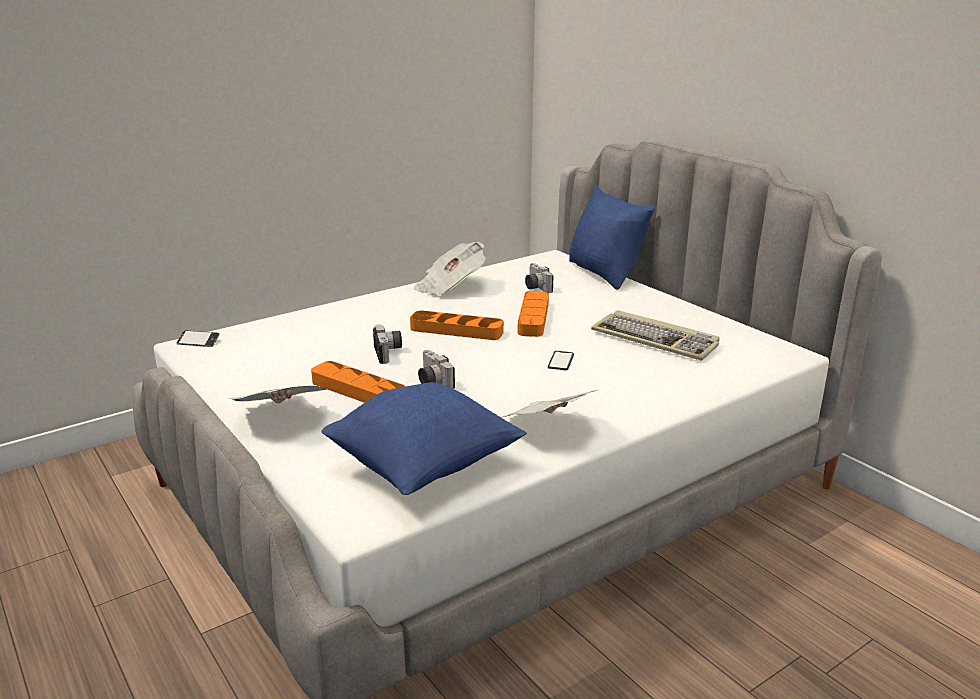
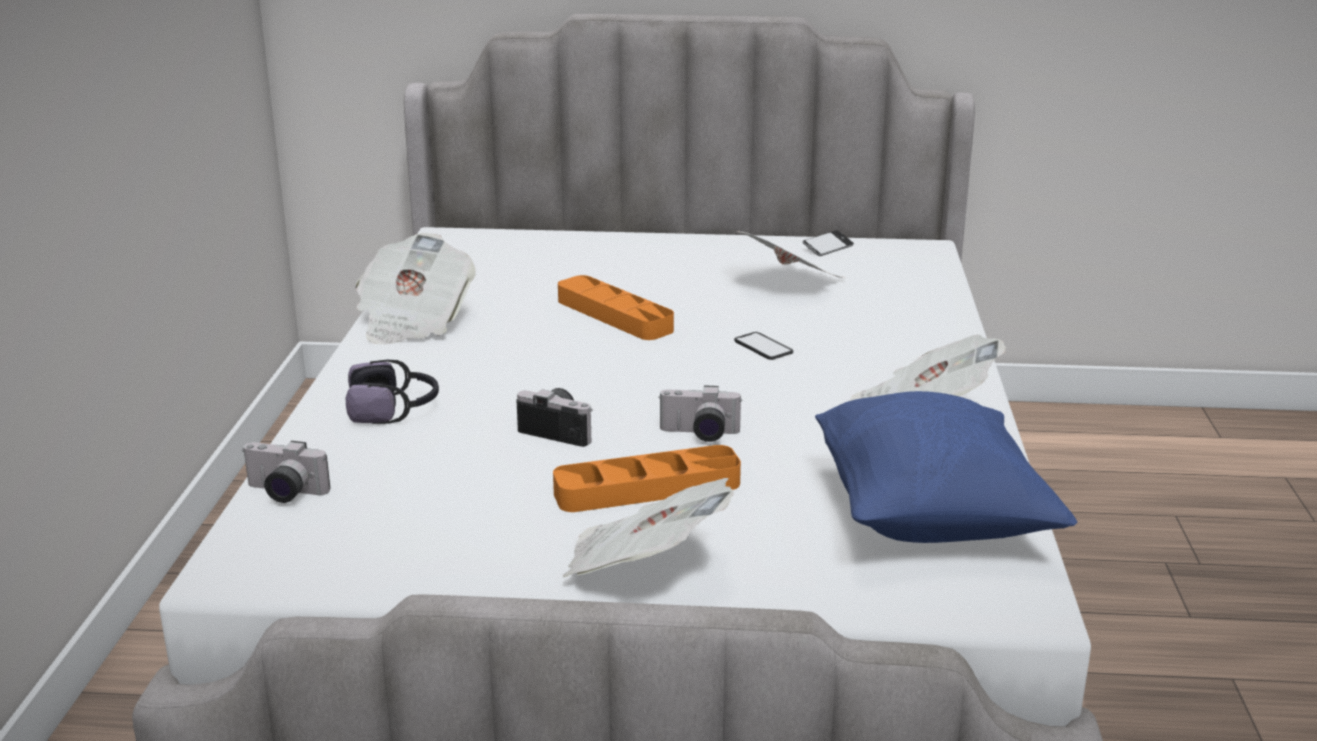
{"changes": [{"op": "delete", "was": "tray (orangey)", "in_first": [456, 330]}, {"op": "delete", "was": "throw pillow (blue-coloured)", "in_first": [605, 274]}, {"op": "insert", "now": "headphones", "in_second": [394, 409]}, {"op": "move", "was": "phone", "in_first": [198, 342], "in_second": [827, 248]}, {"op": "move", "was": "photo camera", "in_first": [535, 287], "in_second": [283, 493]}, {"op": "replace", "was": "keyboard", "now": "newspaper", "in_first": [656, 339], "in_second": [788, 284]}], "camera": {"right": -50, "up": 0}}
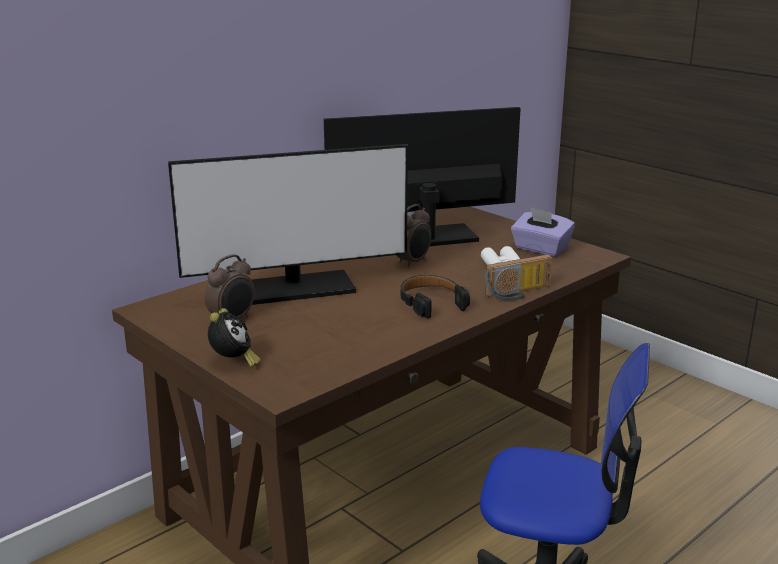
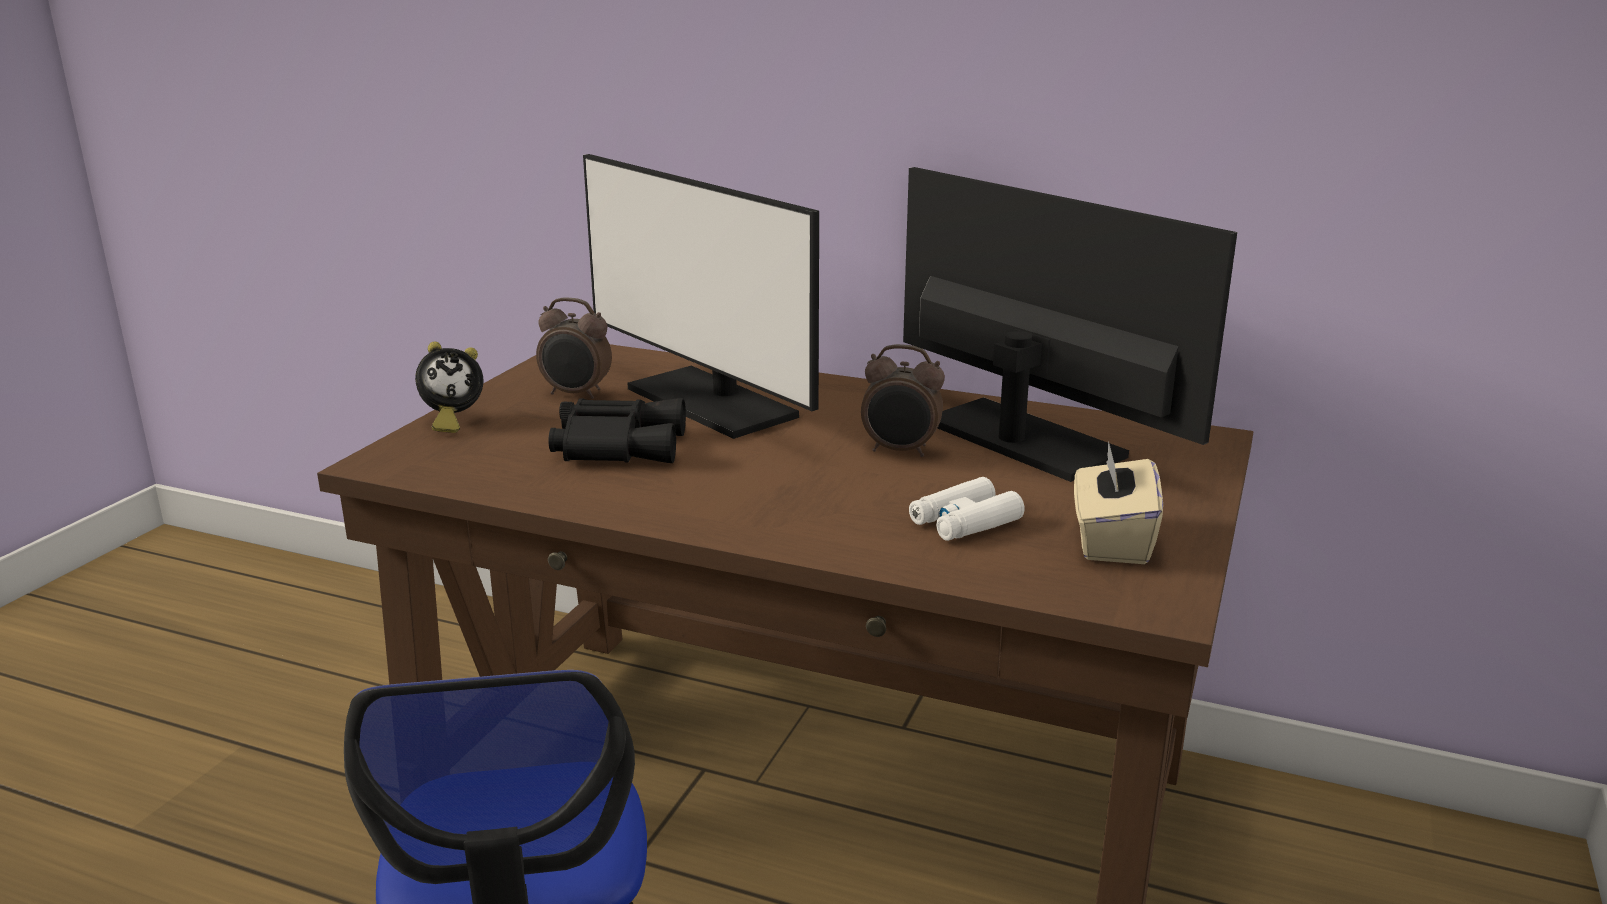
{"changes": [{"op": "delete", "was": "headphones (blackish)", "in_first": [431, 303]}, {"op": "delete", "was": "radio set", "in_first": [519, 293]}, {"op": "insert", "now": "field glasses (blackish)", "in_second": [617, 445]}, {"op": "recolor", "was": "tissue holder (purple)", "now": "tissue holder (beige-coloured)", "in_first": [540, 249], "in_second": [1111, 541]}], "camera": {"right": 65, "up": 0}}
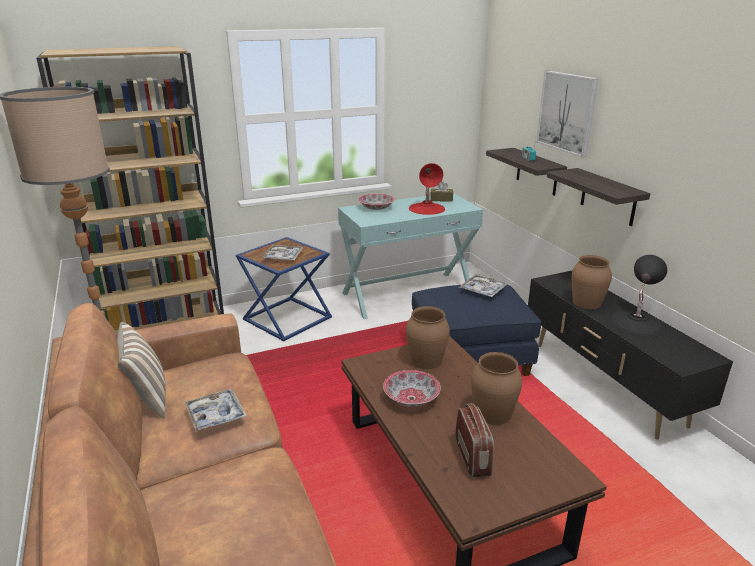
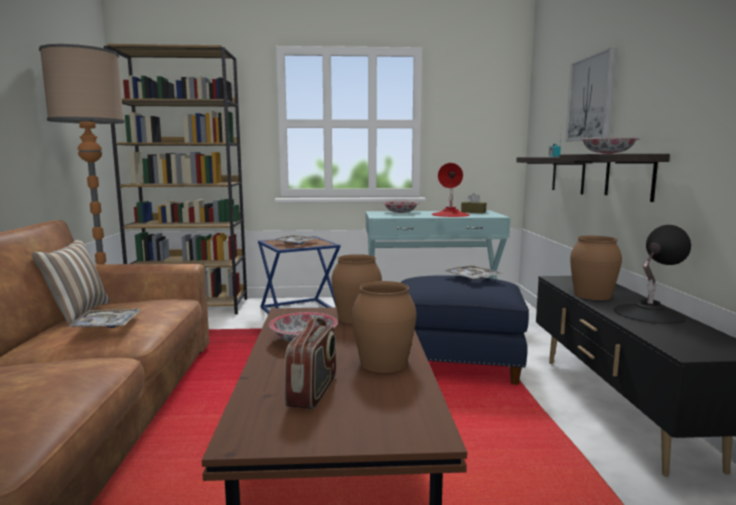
{"changes": [{"op": "insert", "now": "serving bowl", "in_second": [607, 153]}], "camera": {"right": 20, "up": -15}}
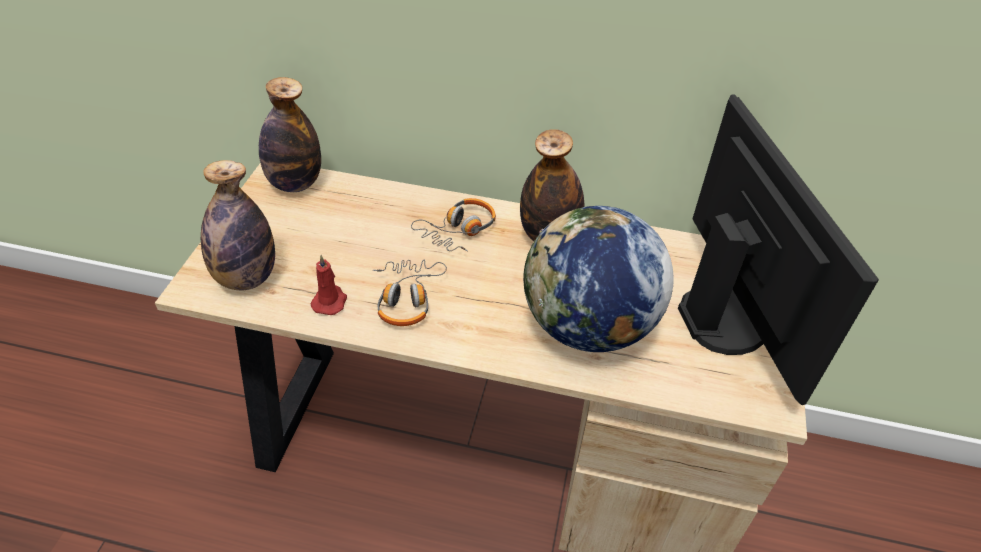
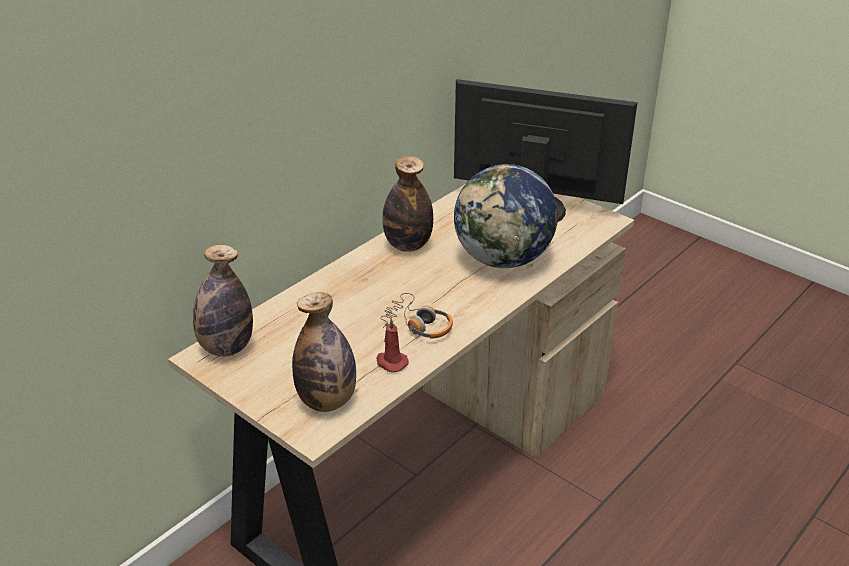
{"changes": [{"op": "delete", "was": "headphones", "in_first": [458, 230]}], "camera": {"right": -60, "up": -10}}
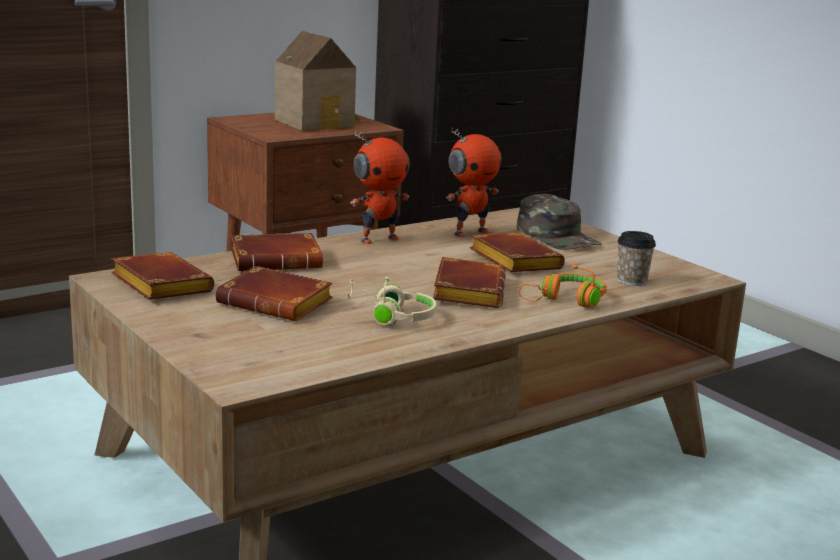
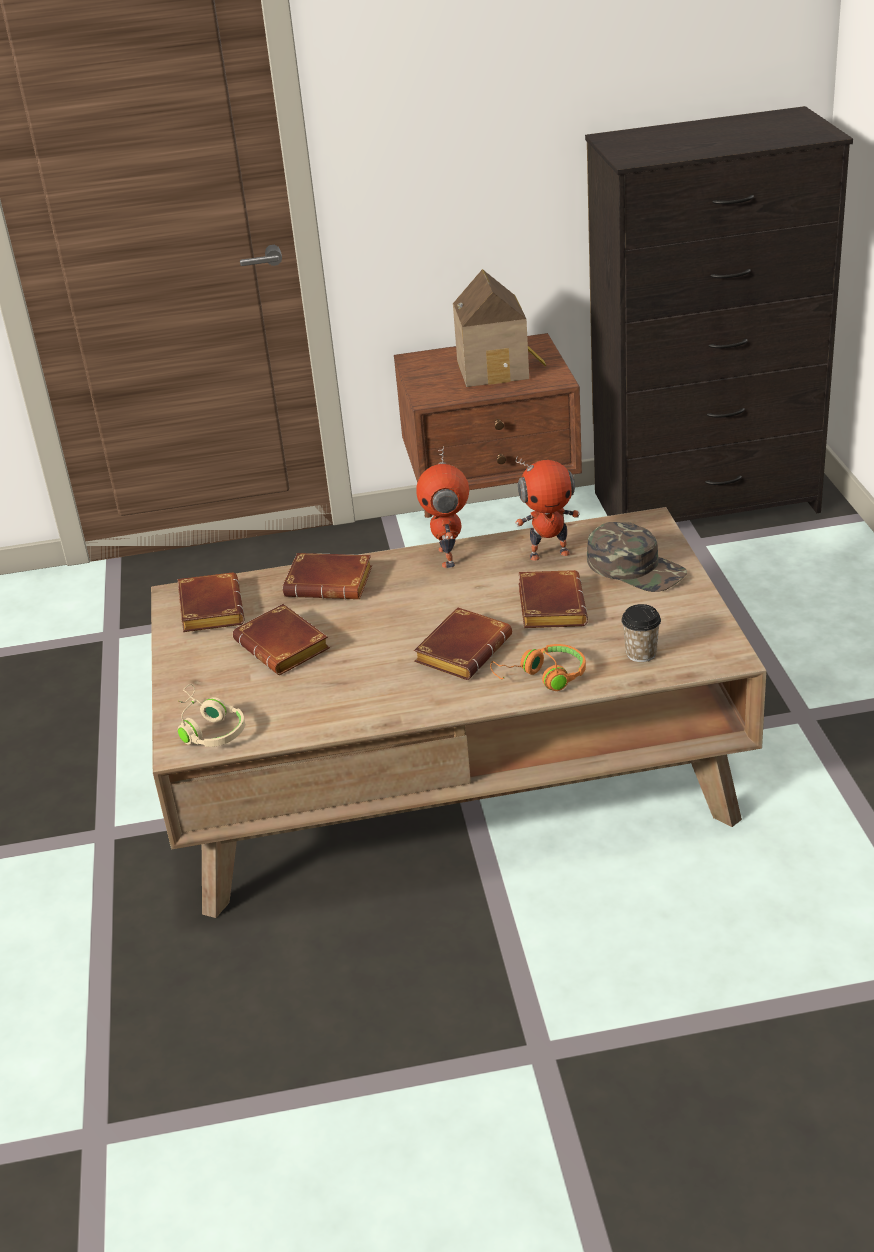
{"changes": [{"op": "move", "was": "headphones (beige-coloured)", "in_first": [390, 316], "in_second": [208, 729]}, {"op": "rotate", "was": "toy robot", "in_first": [378, 239], "in_second": [449, 557], "clockwise": 90}, {"op": "rotate", "was": "cap (greenish)", "in_first": [558, 236], "in_second": [636, 568], "clockwise": -45}], "camera": {"right": 30, "up": 15}}
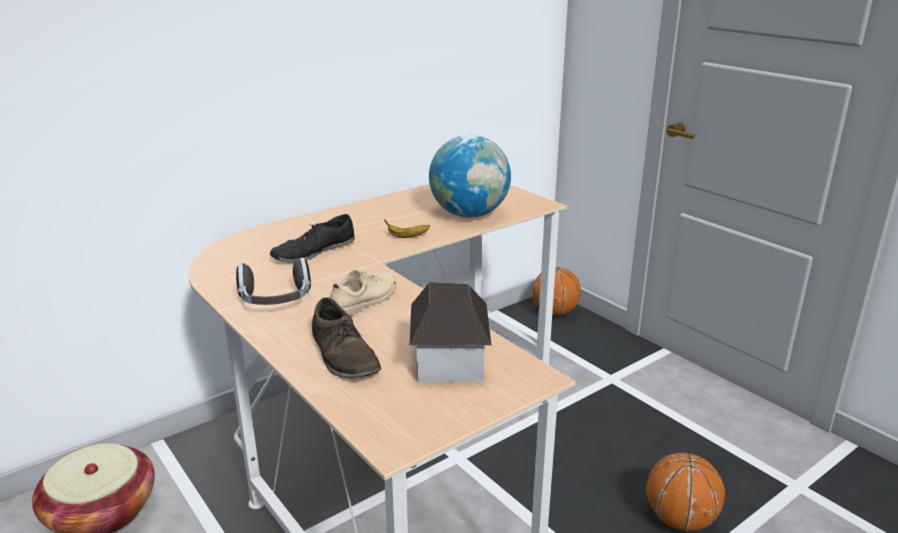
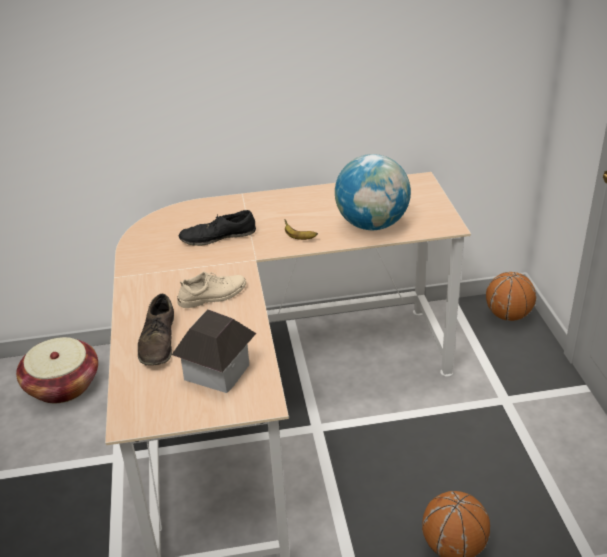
{"changes": [{"op": "delete", "was": "headphones", "in_first": [276, 302]}], "camera": {"right": 30, "up": 10}}
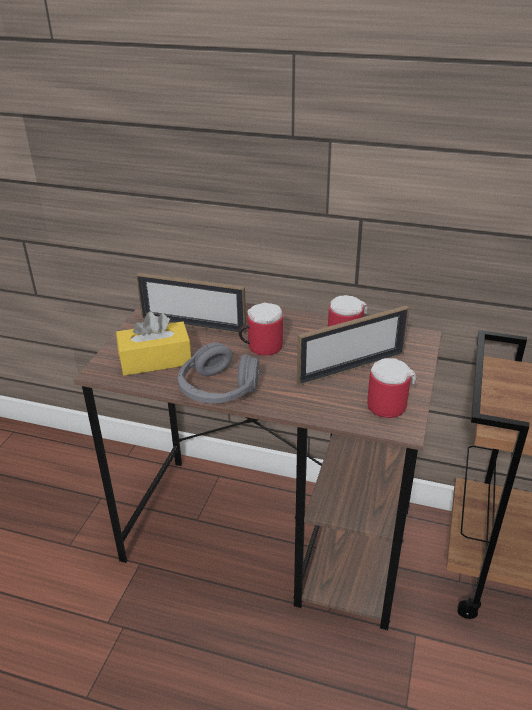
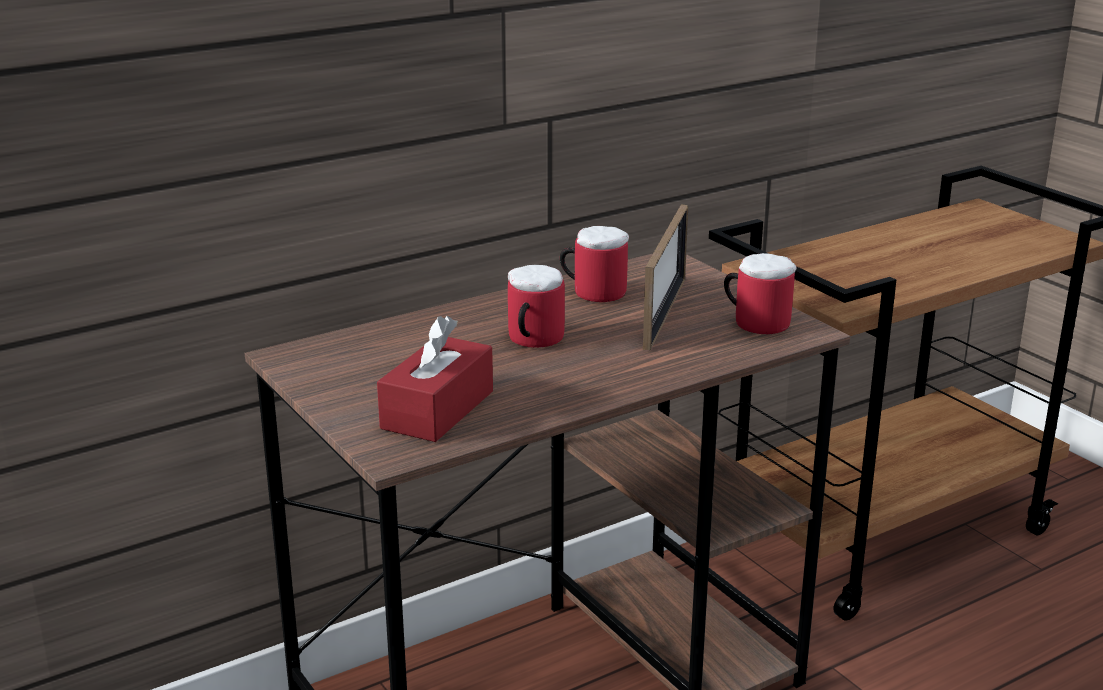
{"changes": [{"op": "delete", "was": "picture frame", "in_first": [193, 325]}, {"op": "delete", "was": "headphones (grey)", "in_first": [218, 389]}, {"op": "recolor", "was": "tissue holder (yellow)", "now": "tissue holder (reddish)", "in_first": [155, 360], "in_second": [437, 410]}], "camera": {"right": -50, "up": -10}}
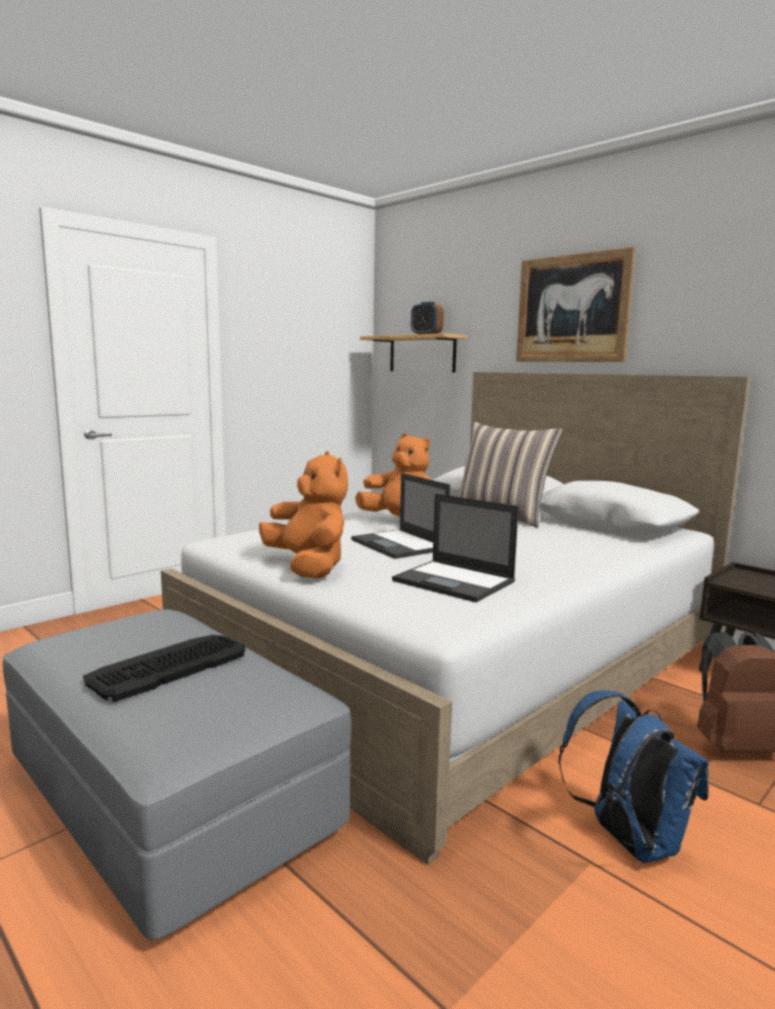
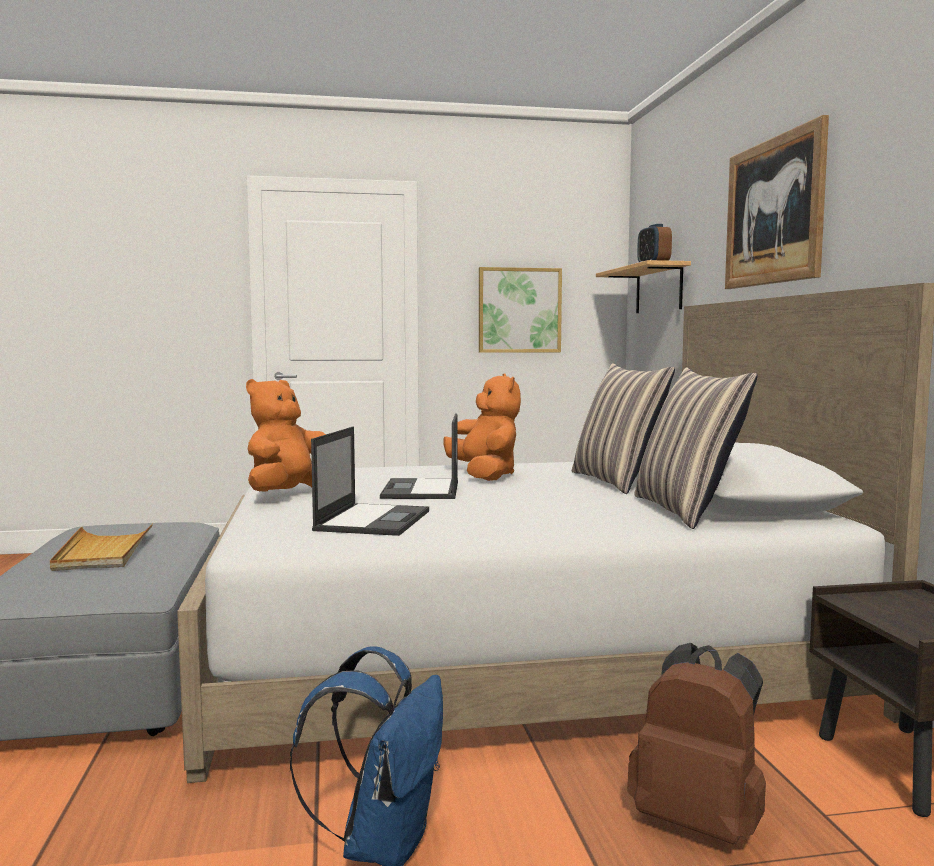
{"changes": [{"op": "insert", "now": "picture", "in_second": [519, 310]}, {"op": "insert", "now": "throw pillow", "in_second": [687, 511]}, {"op": "replace", "was": "keyboard", "now": "tray (beige-coloured)", "in_first": [167, 666], "in_second": [103, 552]}, {"op": "rotate", "was": "cuddly toy (orangey)", "in_first": [308, 567], "in_second": [289, 494], "clockwise": -150}, {"op": "rotate", "was": "portable computer", "in_first": [455, 581], "in_second": [373, 520], "clockwise": -150}], "camera": {"right": 35, "up": -5}}
